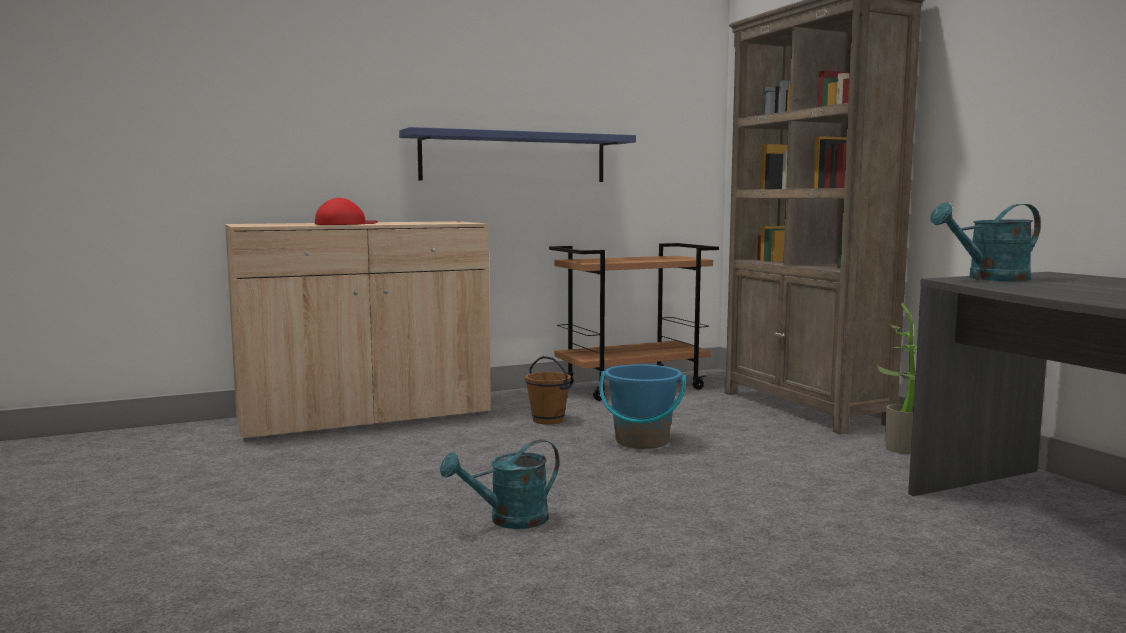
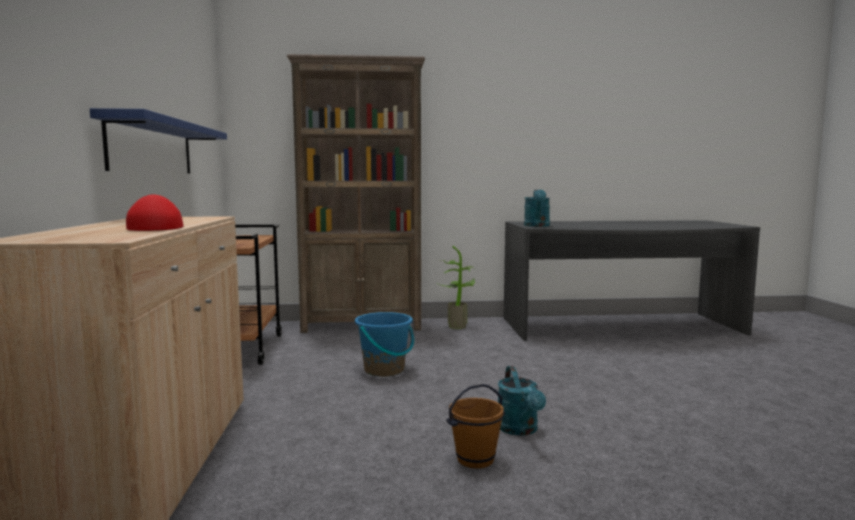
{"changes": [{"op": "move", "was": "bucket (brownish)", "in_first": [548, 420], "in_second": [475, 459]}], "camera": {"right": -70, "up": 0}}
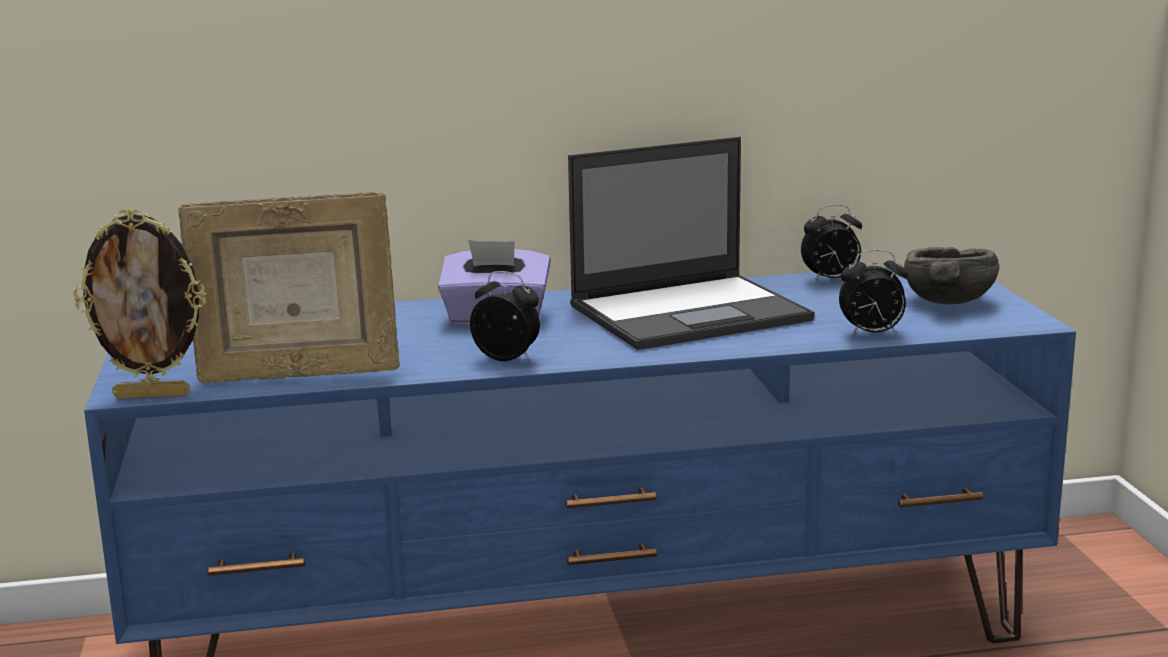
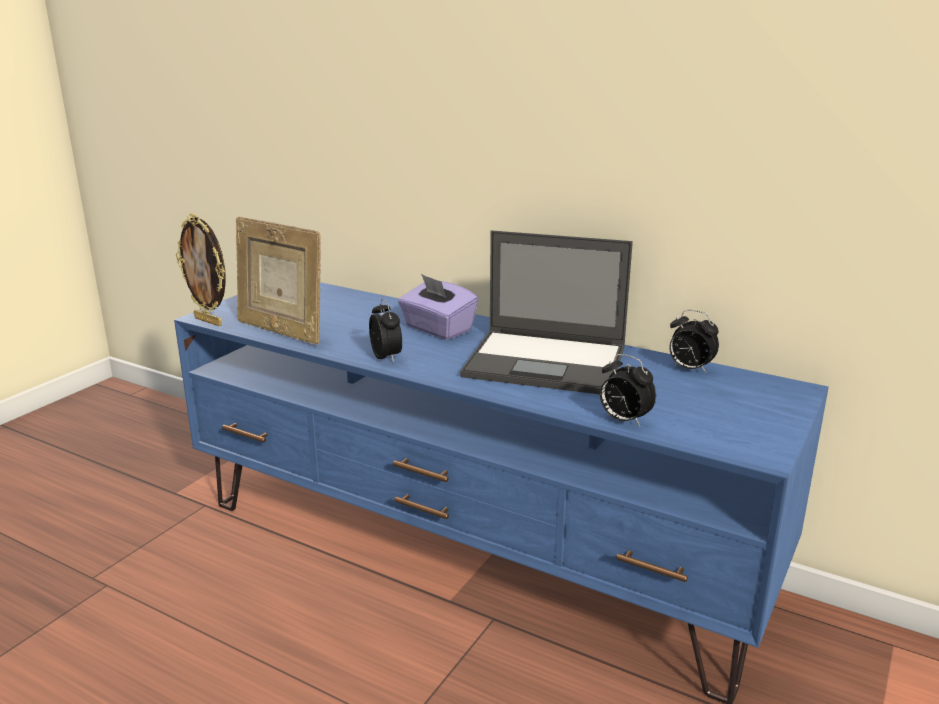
{"changes": [{"op": "delete", "was": "serving bowl (grey)", "in_first": [946, 301]}], "camera": {"right": 40, "up": 5}}
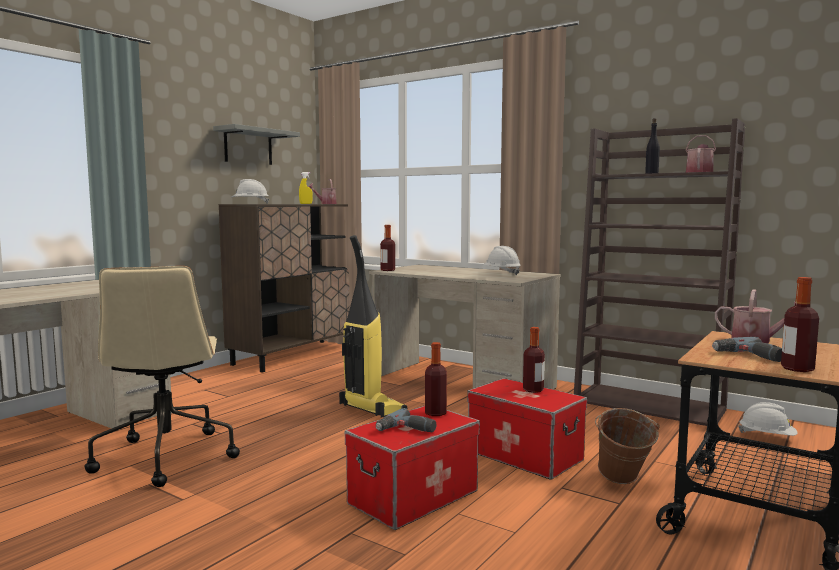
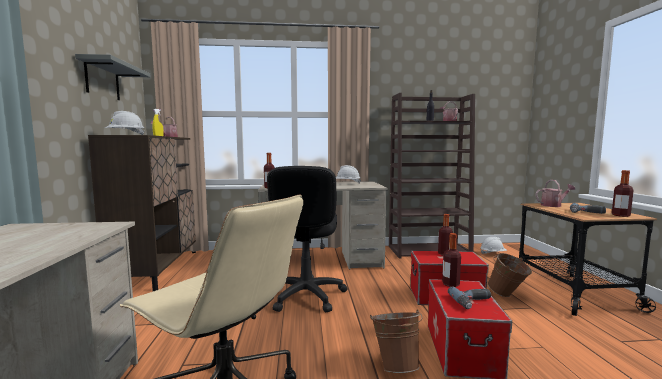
{"changes": [{"op": "insert", "now": "bucket (brownish)", "in_second": [396, 365]}, {"op": "replace", "was": "hoover", "now": "computer chair (blackish)", "in_first": [371, 409], "in_second": [305, 295]}], "camera": {"right": -40, "up": 0}}
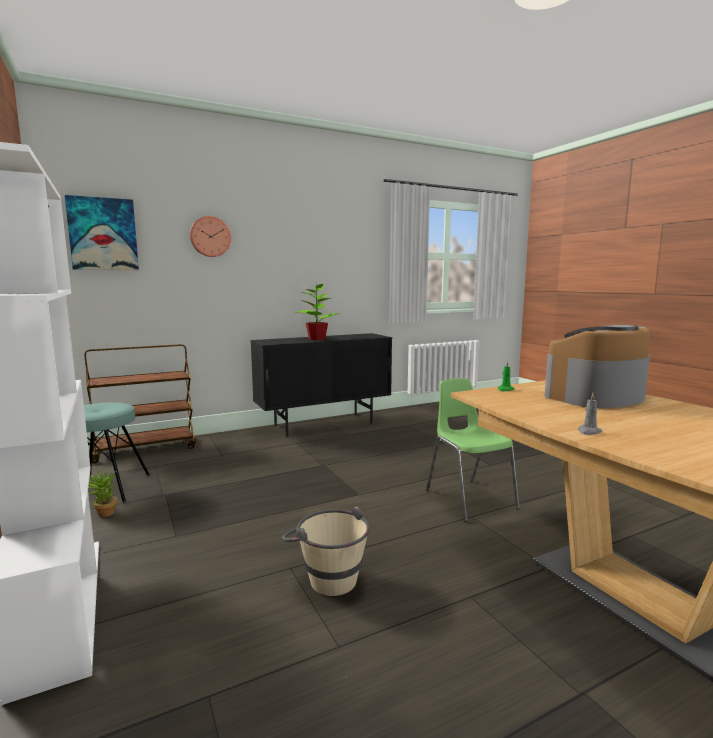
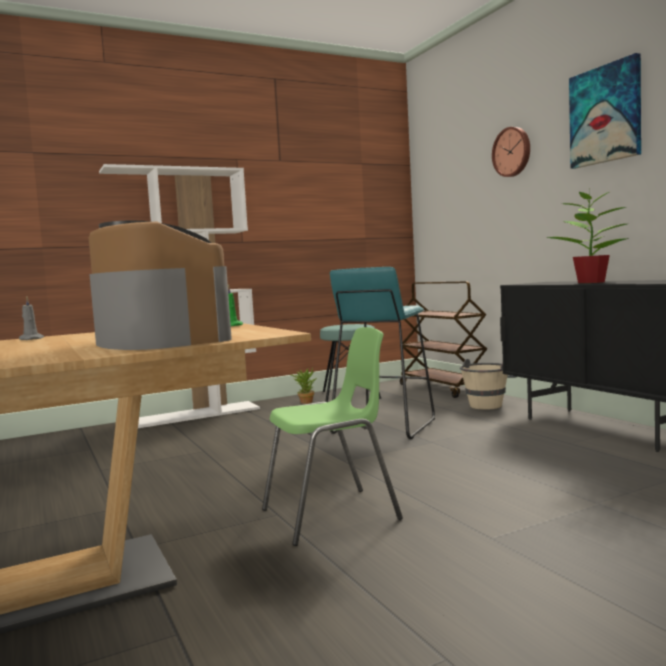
{"changes": [{"op": "insert", "now": "stool seat (turquoise)", "in_second": [383, 426]}, {"op": "move", "was": "picture", "in_first": [103, 234], "in_second": [605, 114]}, {"op": "move", "was": "bucket (beige-coloured)", "in_first": [326, 576], "in_second": [489, 404]}], "camera": {"right": 90, "up": -5}}
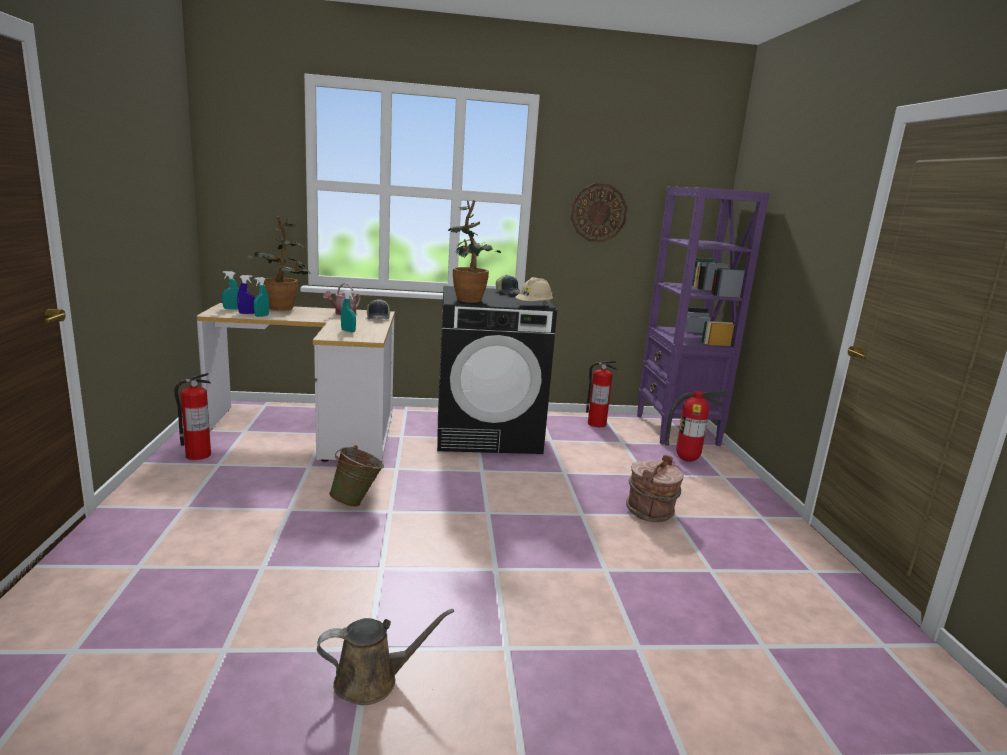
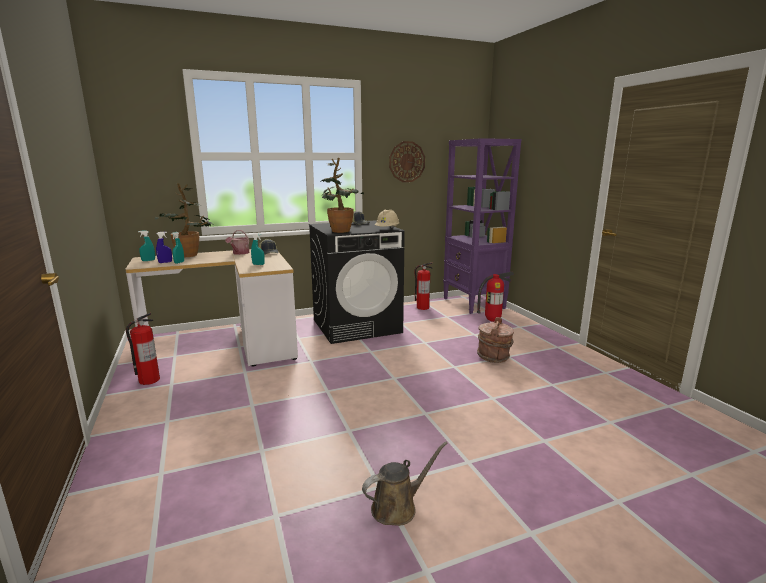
{"changes": [{"op": "delete", "was": "bucket (greenish)", "in_first": [357, 502]}], "camera": {"right": -15, "up": 0}}
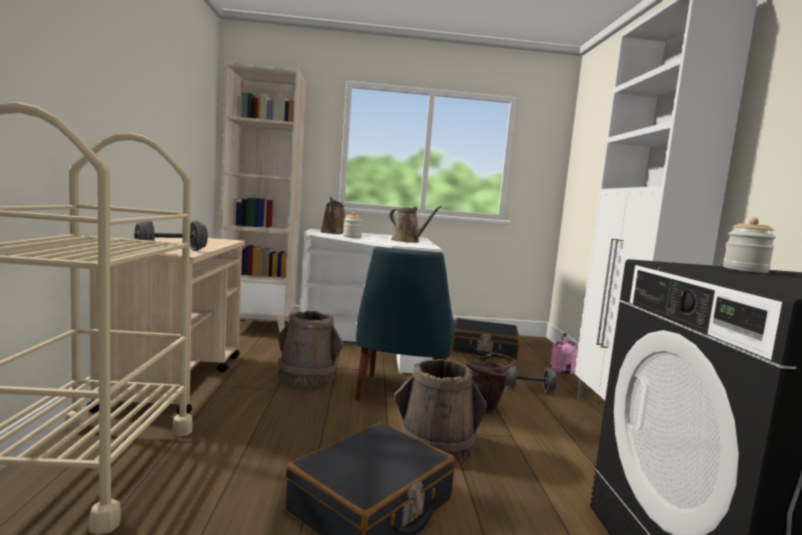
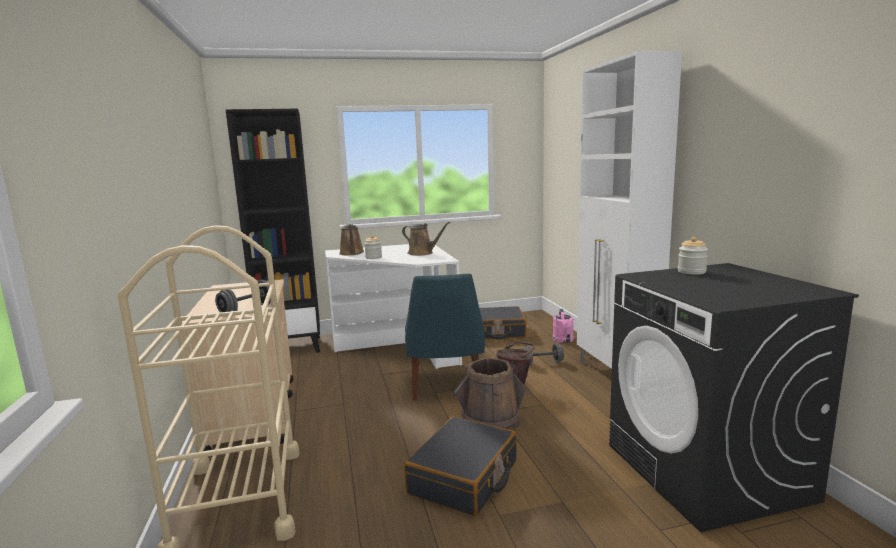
{"changes": [{"op": "delete", "was": "bucket (brownish)", "in_first": [307, 376]}, {"op": "recolor", "was": "bookcase (beige-coloured)", "now": "bookcase (blackish)", "in_first": [259, 327], "in_second": [291, 347]}], "camera": {"right": -10, "up": 5}}
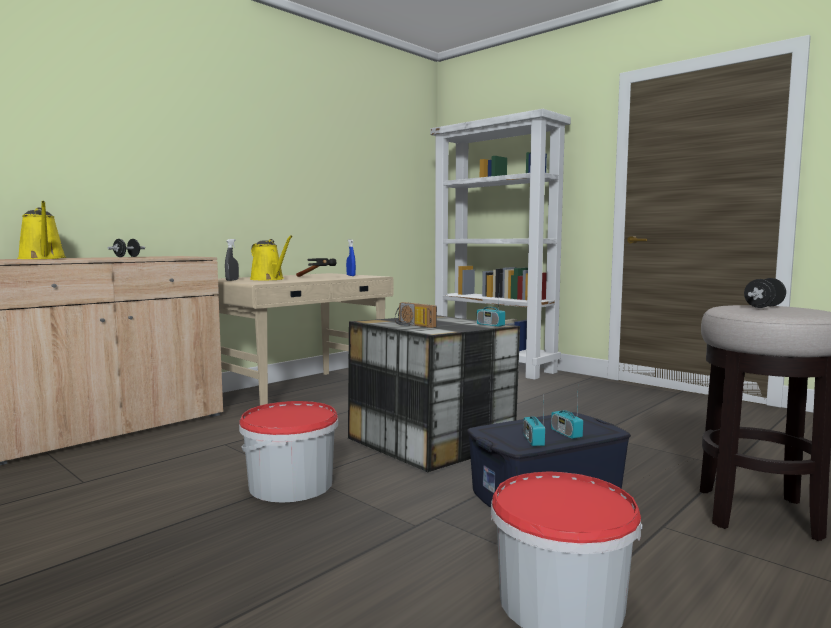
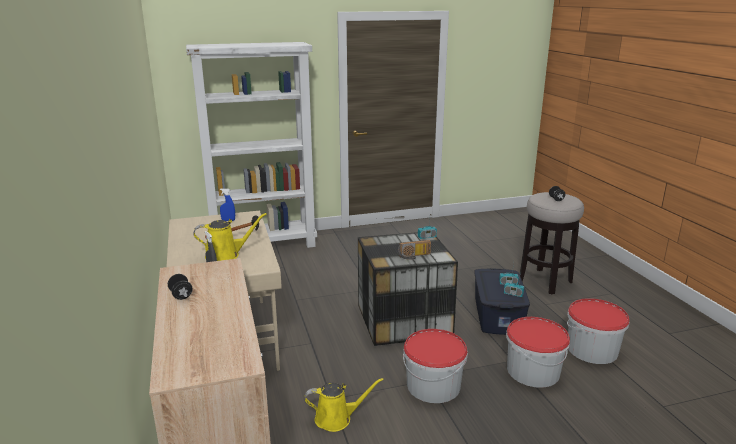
{"changes": [{"op": "insert", "now": "bucket", "in_second": [532, 371]}, {"op": "move", "was": "watering pot (yellow)", "in_first": [42, 258], "in_second": [337, 418]}], "camera": {"right": -60, "up": 15}}
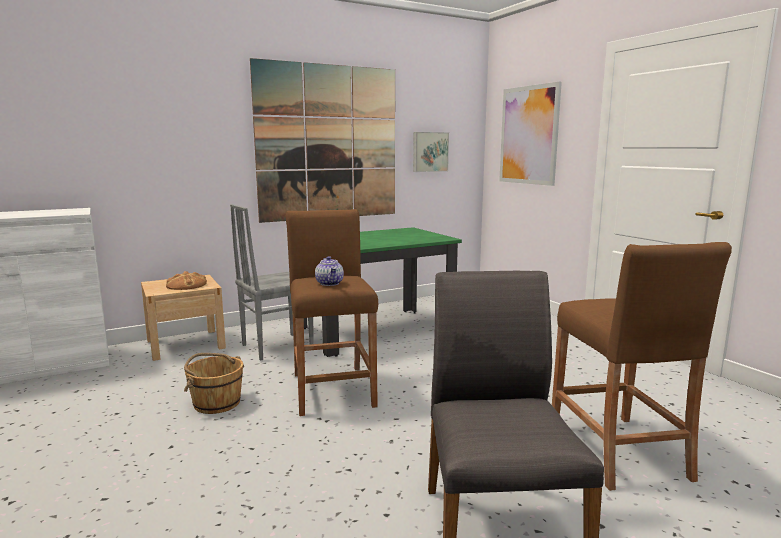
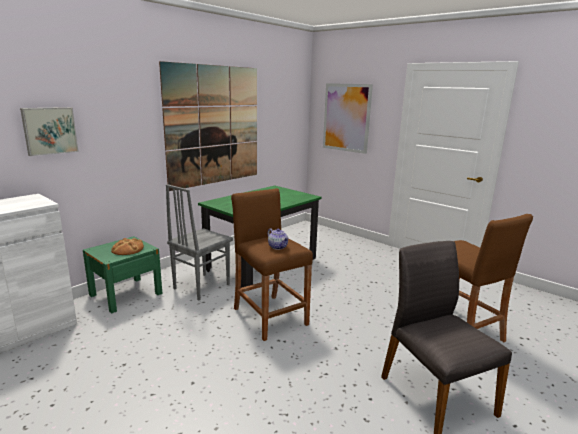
{"changes": [{"op": "delete", "was": "bucket (brownish)", "in_first": [216, 403]}, {"op": "move", "was": "picture", "in_first": [429, 152], "in_second": [49, 130]}, {"op": "recolor", "was": "nightstand (beige-coloured)", "now": "nightstand (greenish)", "in_first": [185, 344], "in_second": [126, 294]}], "camera": {"right": -20, "up": 5}}
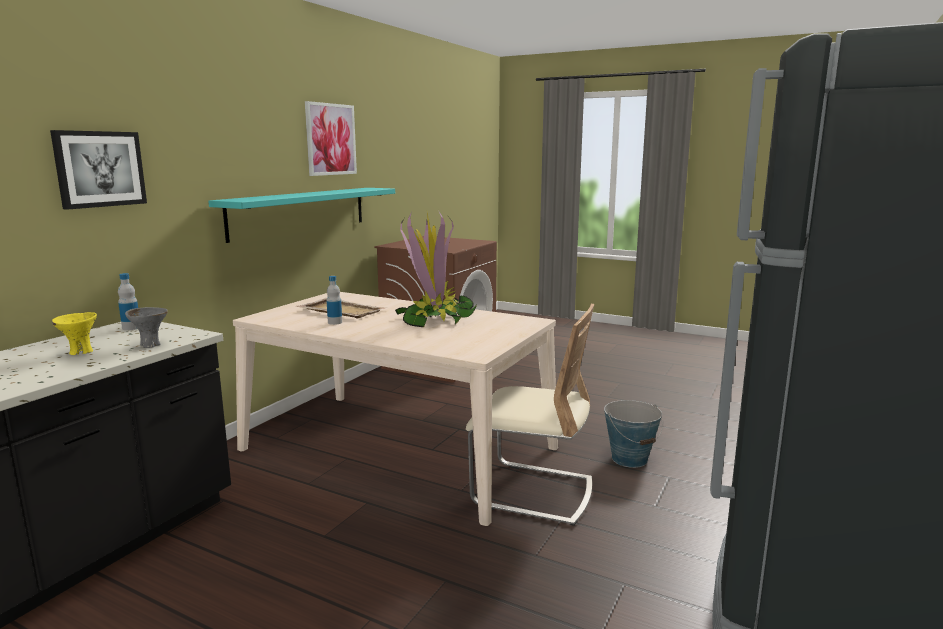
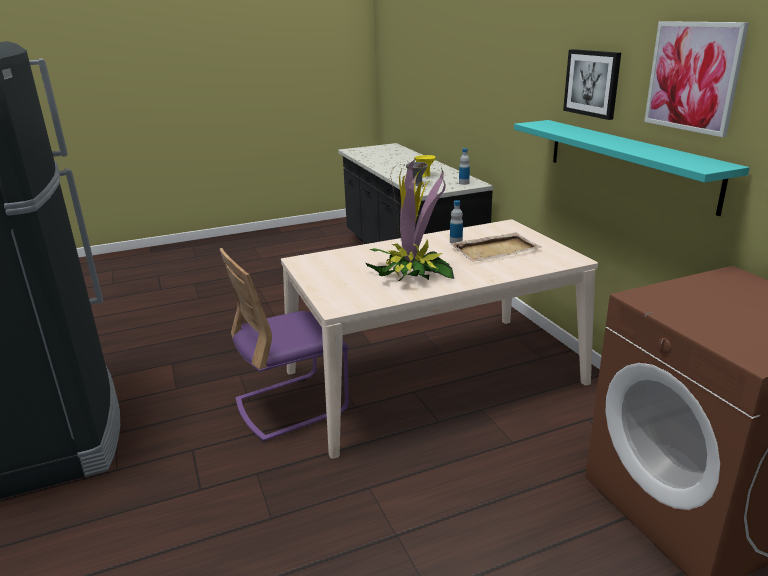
{"changes": [{"op": "delete", "was": "bucket", "in_first": [629, 459]}, {"op": "move", "was": "picture", "in_first": [99, 169], "in_second": [592, 83]}, {"op": "recolor", "was": "chair (beige-coloured)", "now": "chair (purple)", "in_first": [532, 492], "in_second": [291, 405]}], "camera": {"right": 130, "up": 10}}
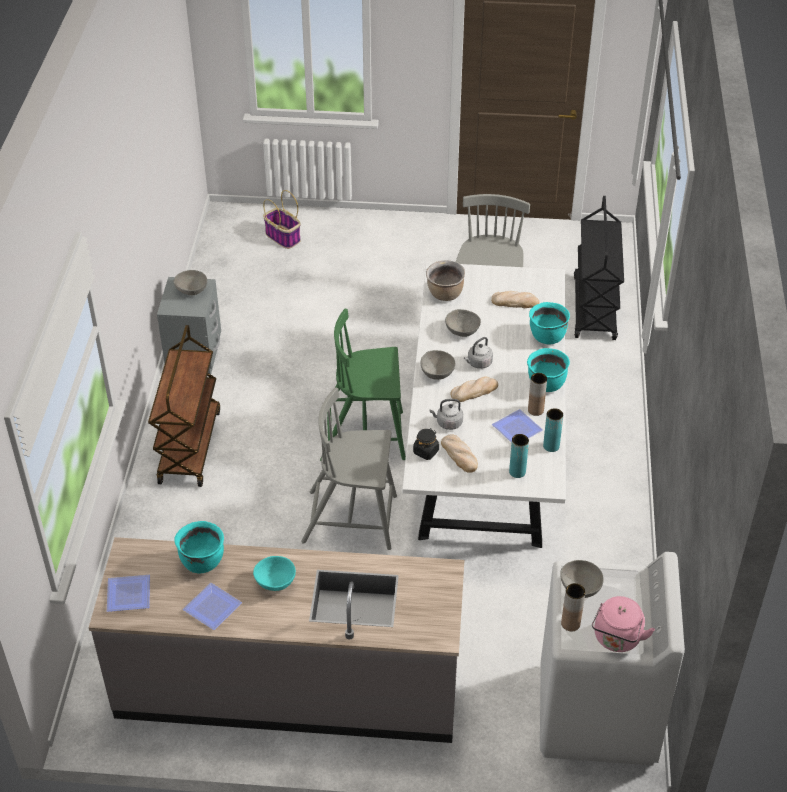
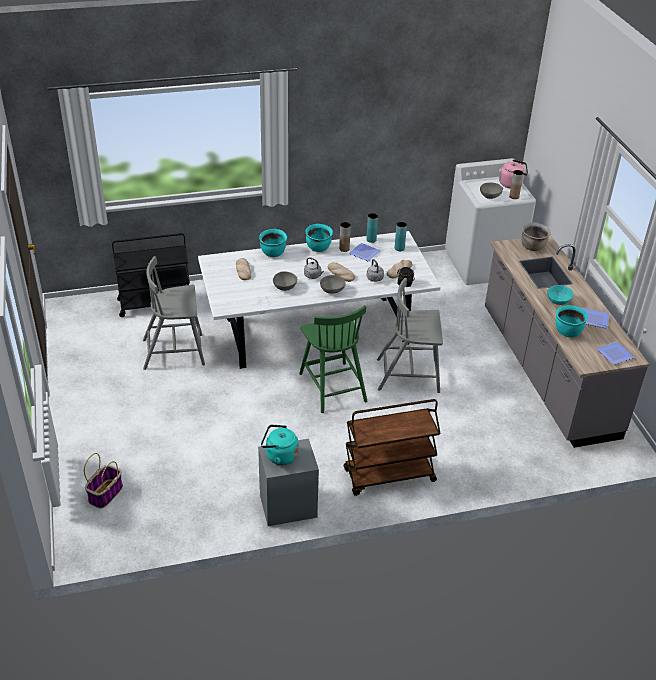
{"changes": [{"op": "move", "was": "saucepot (brownish)", "in_first": [445, 294], "in_second": [533, 247]}, {"op": "replace", "was": "serving bowl (grey)", "now": "tea kettle (turquoise)", "in_first": [192, 291], "in_second": [279, 456]}, {"op": "rotate", "was": "chair (grey)", "in_first": [352, 519], "in_second": [409, 375], "clockwise": 105}], "camera": {"right": -110, "up": -5}}
